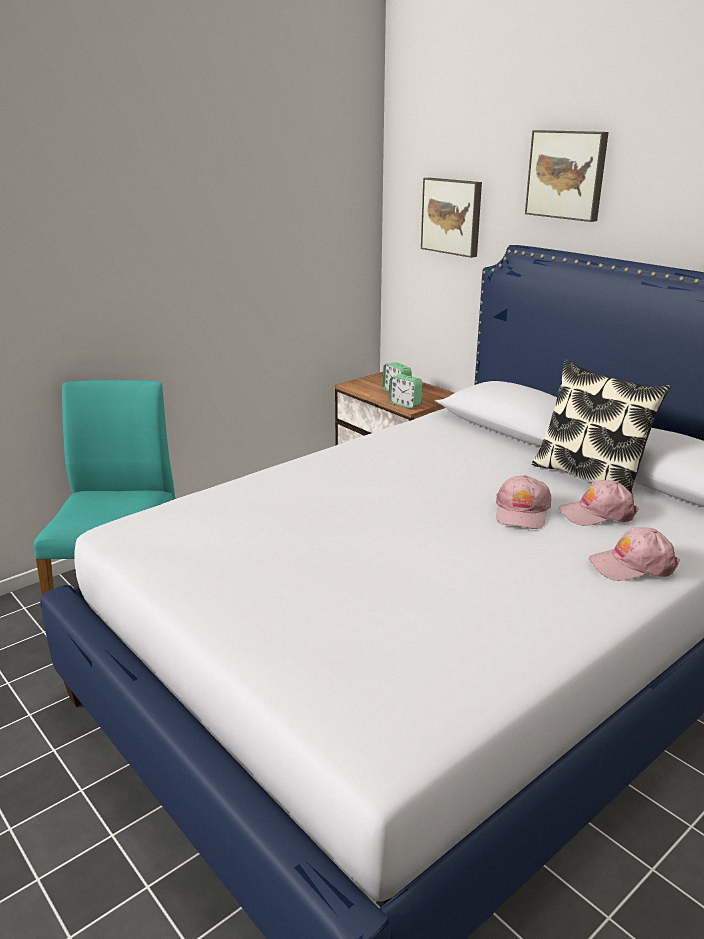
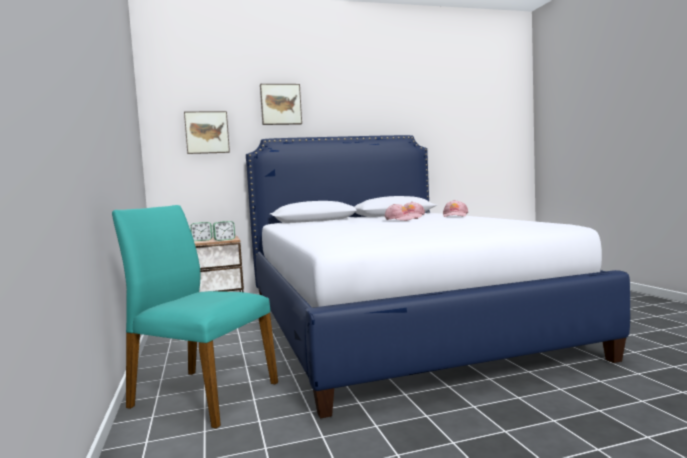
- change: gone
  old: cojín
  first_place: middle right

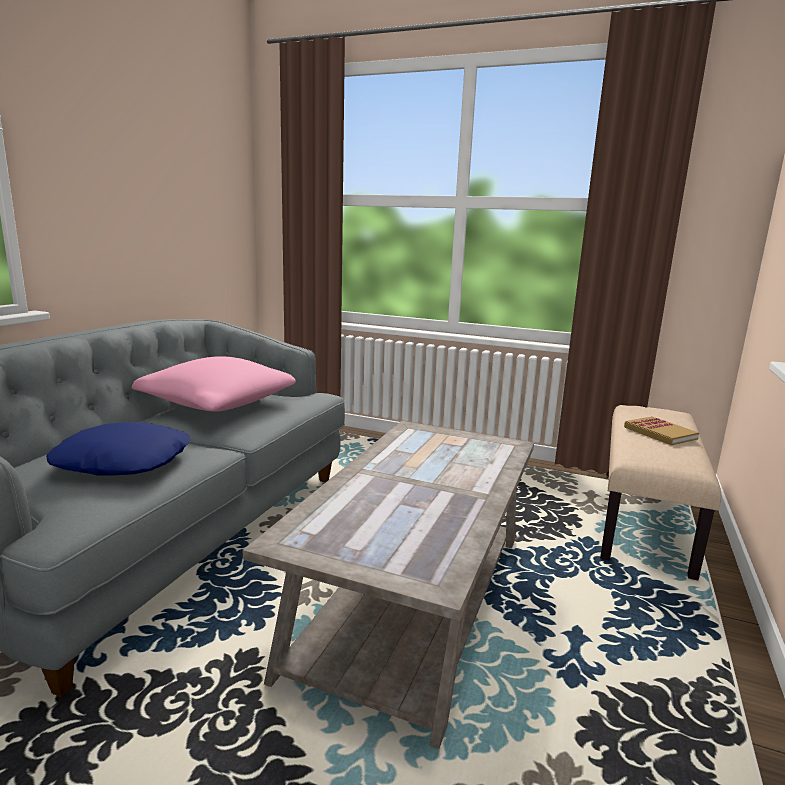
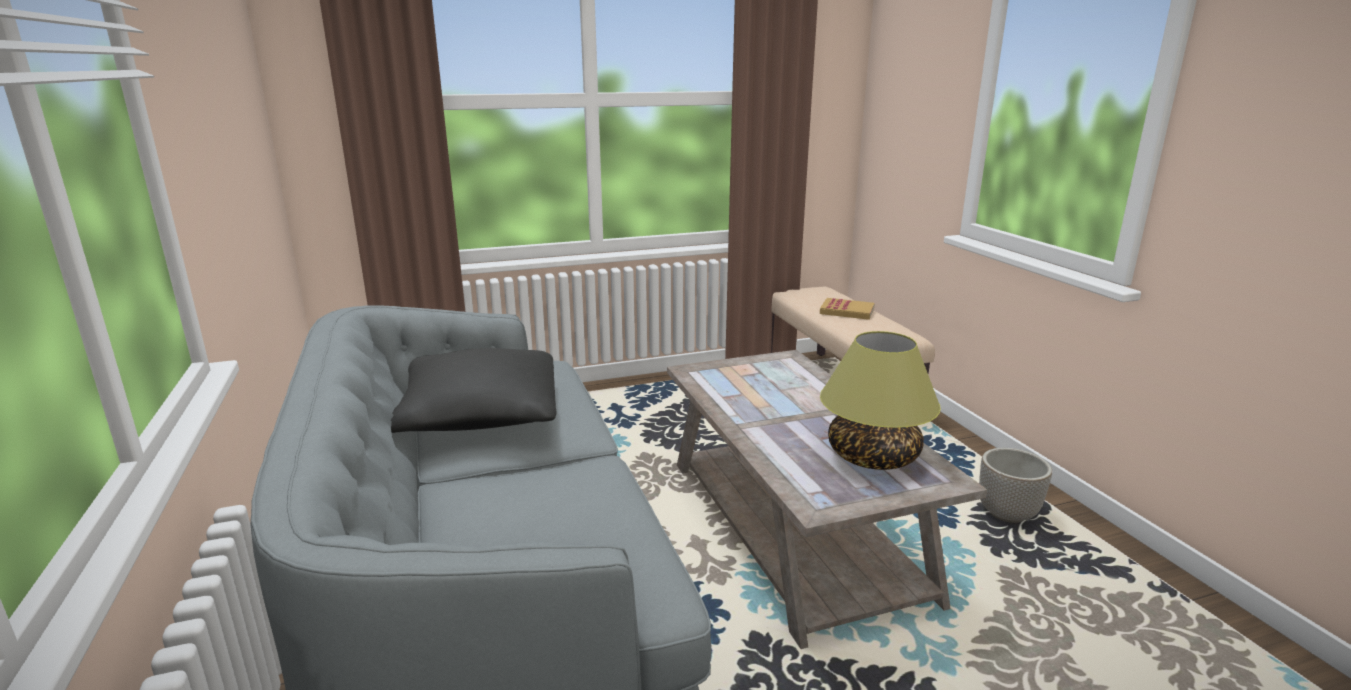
- change: gone
  old: cojín/azul
  first_place: middle left
- change: repainted
  old: cojín/rosa
  new: cojín/negro
  first_place: middle left
  second_place: centre
- change: new
  new: lámpara de mesa
  second_place: centre
- change: new
  new: maceta
  second_place: bottom right

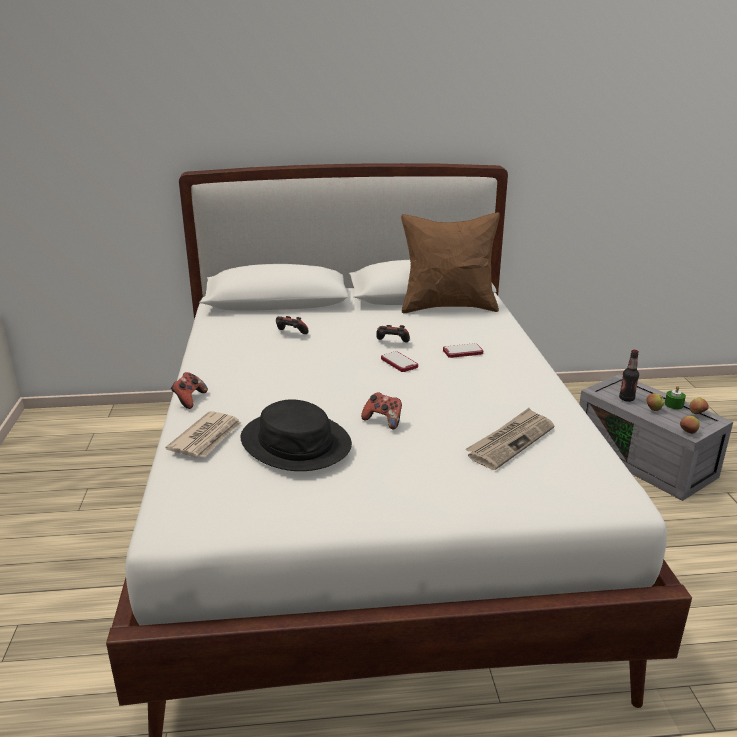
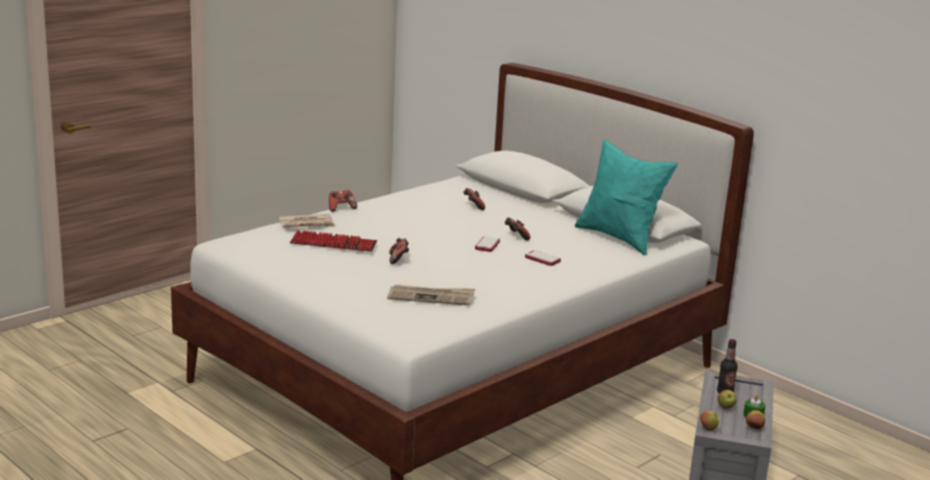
- change: swapped
  old: sombrero/negro
  new: teclado
  first_place: centre
  second_place: centre
- change: repainted
  old: cojín/marrón
  new: cojín/turquesa
  first_place: centre
  second_place: middle right

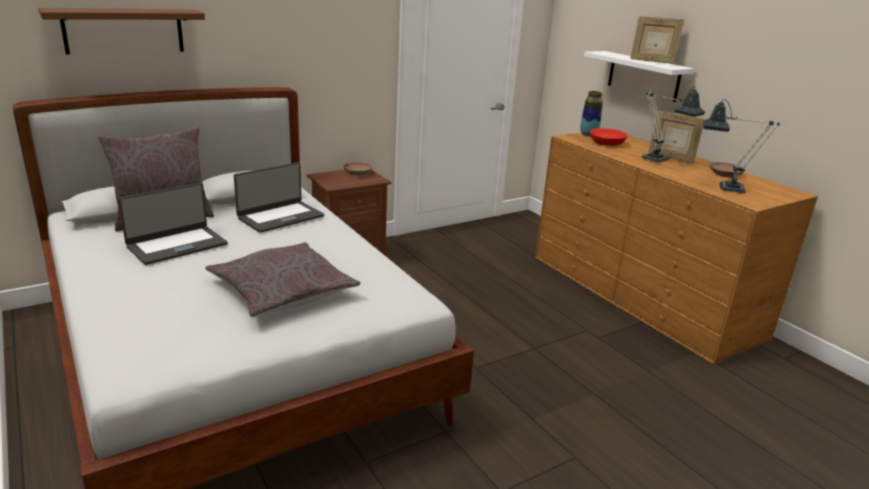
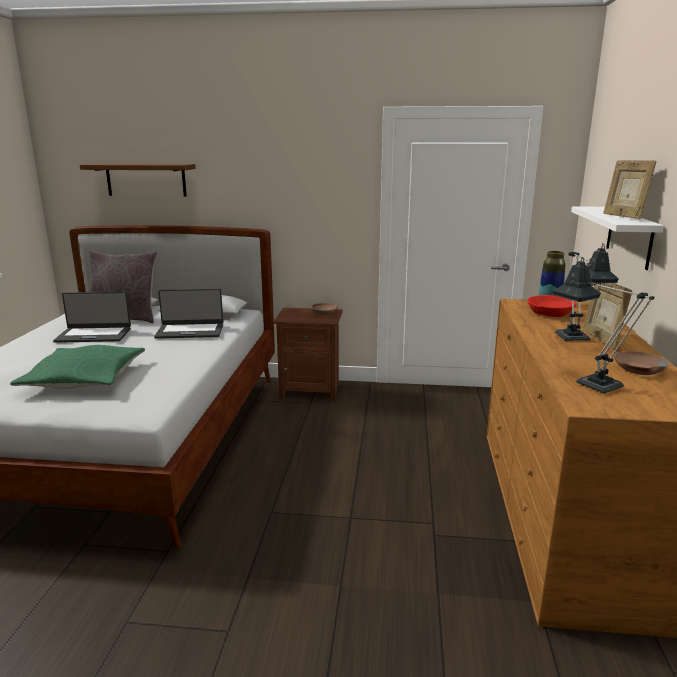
- change: repainted
  old: cojín/gris (no. 2 from left)
  new: cojín/verde
  first_place: middle left
  second_place: middle left

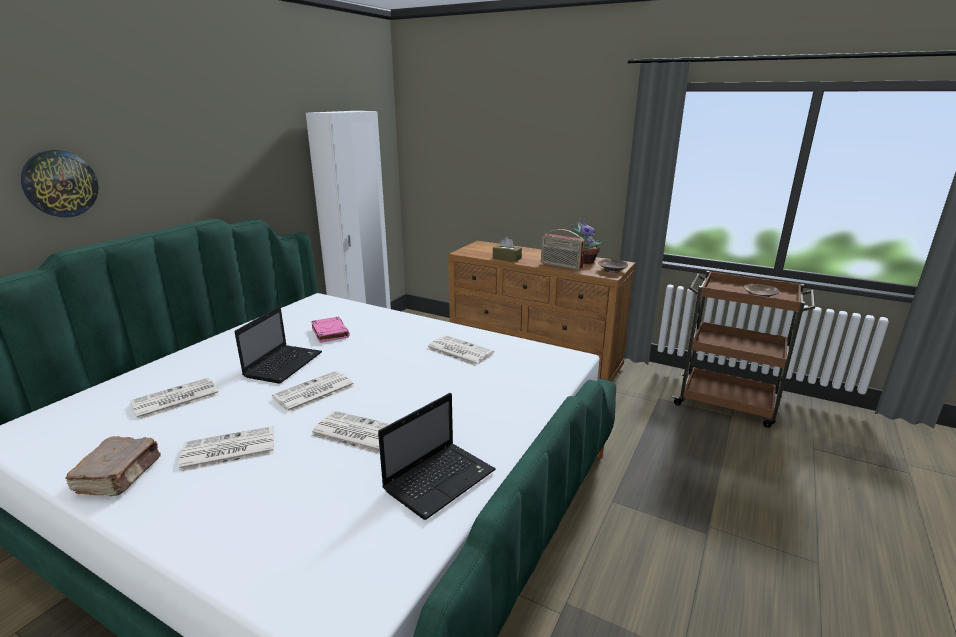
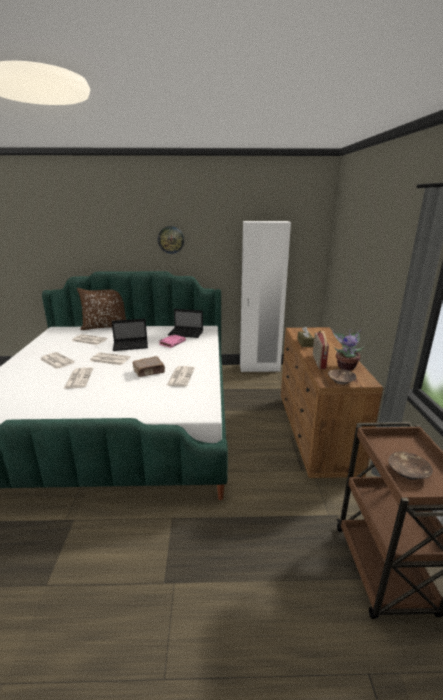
- change: shifted
  old: reloj de pared
  first_place: top left
  second_place: centre
- change: shifted
  old: libro/marrón
  first_place: bottom left
  second_place: centre
- change: shifted
  old: portátil (no. 2 from left)
  first_place: bottom centre
  second_place: centre
- change: new
  new: cojín/marrón
  second_place: middle left

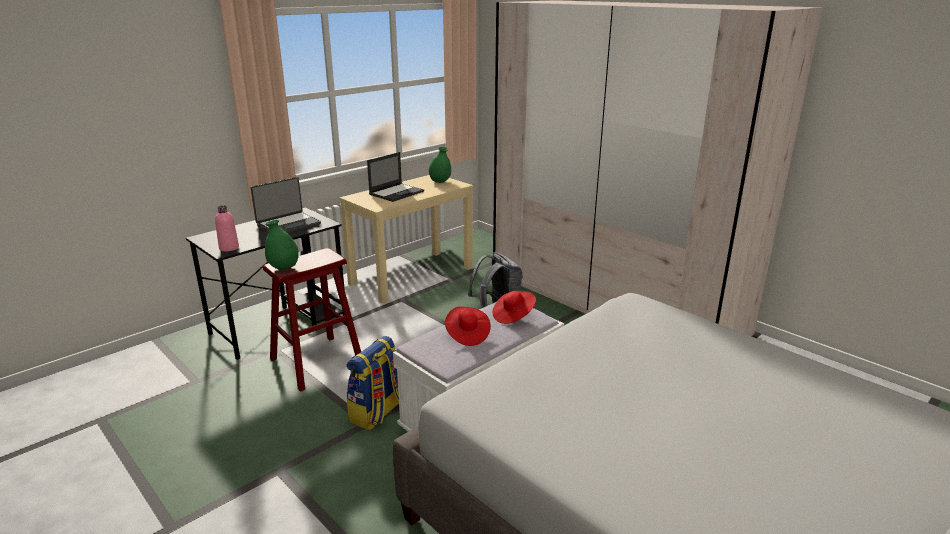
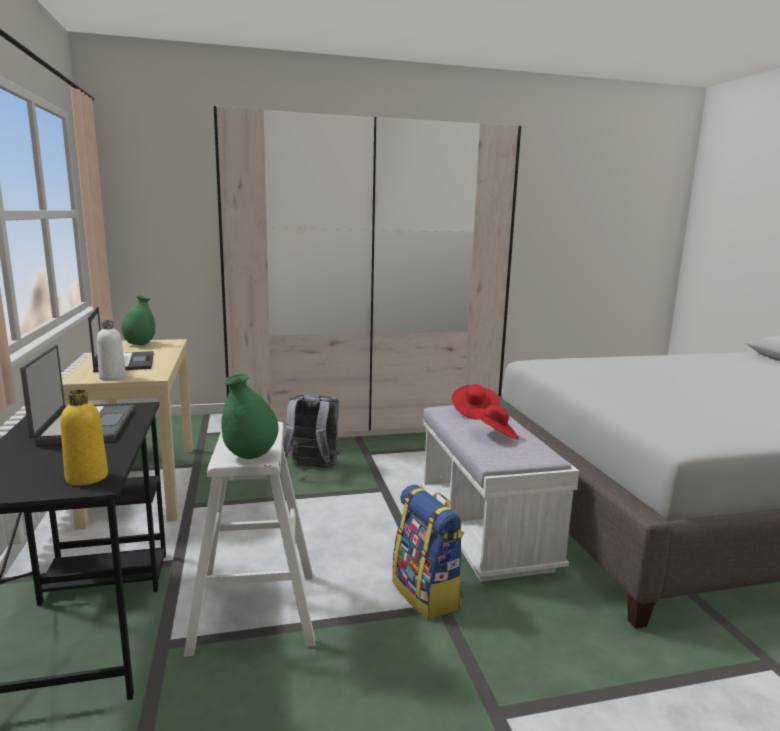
- change: repainted
  old: botella/rosa
  new: botella/amarillo
  first_place: middle left
  second_place: middle left
- change: repainted
  old: taburete/rojo
  new: taburete/blanco
  first_place: middle left
  second_place: bottom left
- change: new
  new: botella/blanco
  second_place: middle left

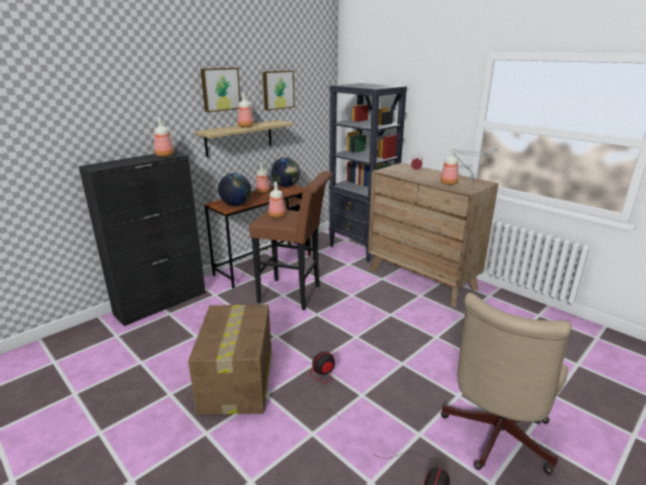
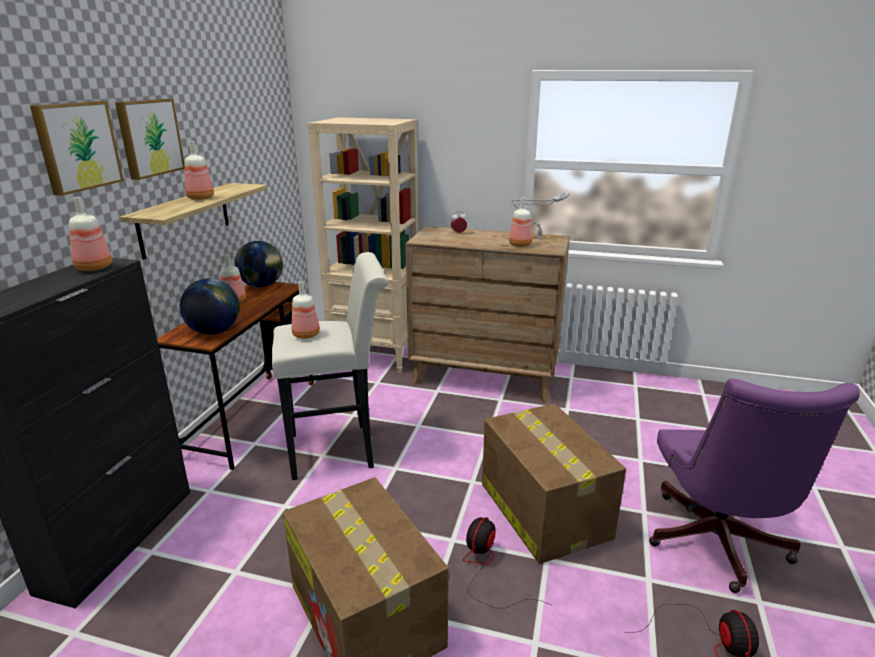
- change: repainted
  old: taburete/marrón
  new: taburete/blanco
  first_place: centre
  second_place: centre
- change: shifted
  old: cuadro (no. 2 from left in the first image)
  new: cuadro (no. 1 from left)
  first_place: top centre
  second_place: top left
- change: repainted
  old: estantería/negro
  new: estantería/beis
  first_place: centre
  second_place: centre
- change: repainted
  old: silla de oficina/beis
  new: silla de oficina/morado
  first_place: bottom right
  second_place: bottom right
- change: new
  new: caja de cartón (no. 2 from left)
  second_place: bottom centre

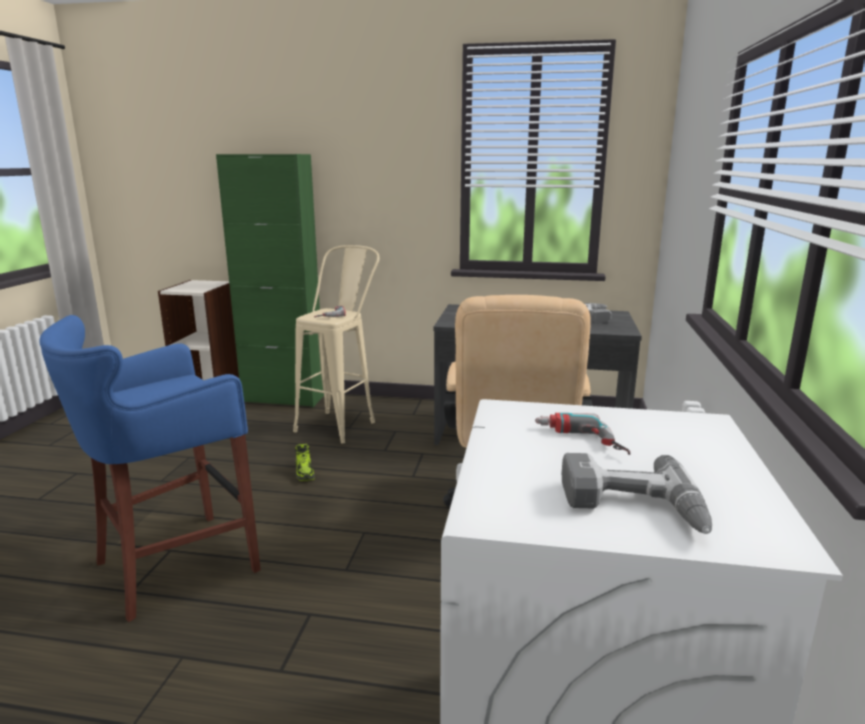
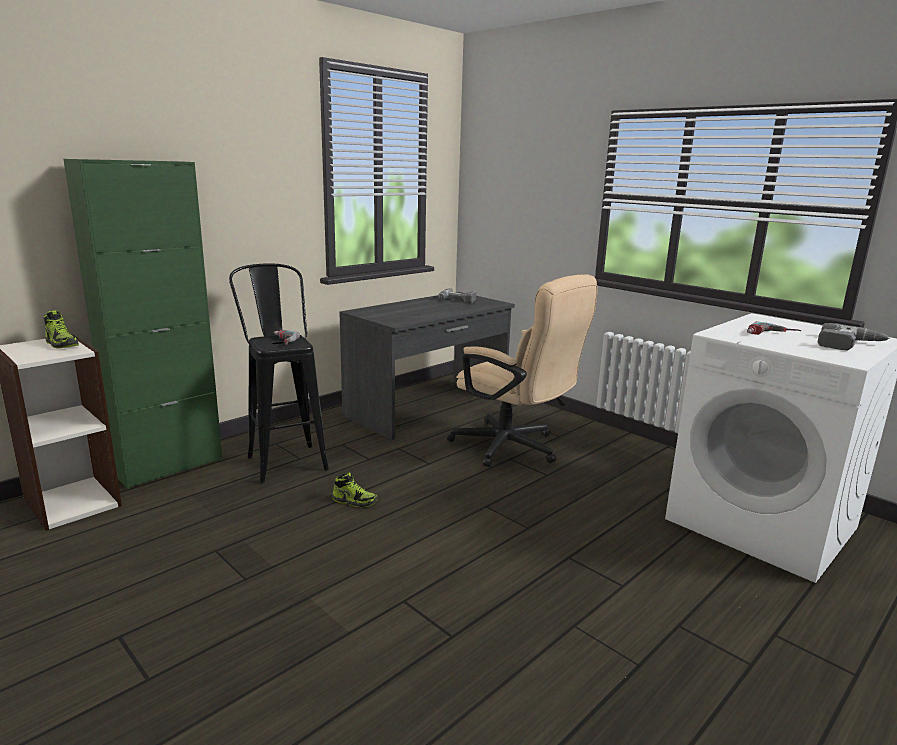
- change: gone
  old: taburete/azul
  first_place: middle left
- change: repainted
  old: taburete/beis
  new: taburete/negro
  first_place: centre
  second_place: middle left
- change: new
  new: zapato (no. 1 from left)
  second_place: middle left

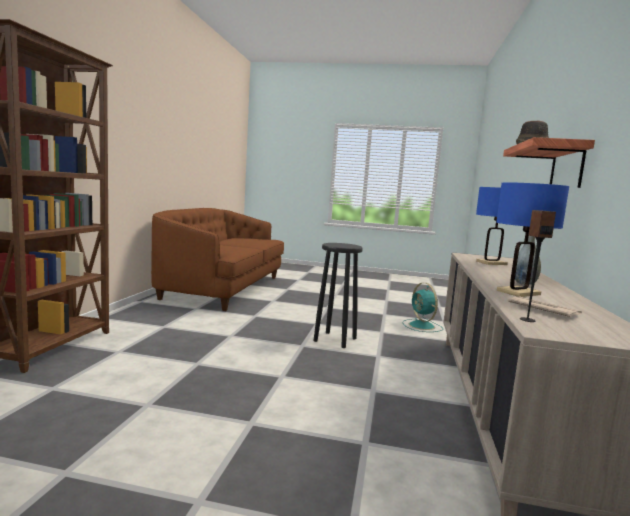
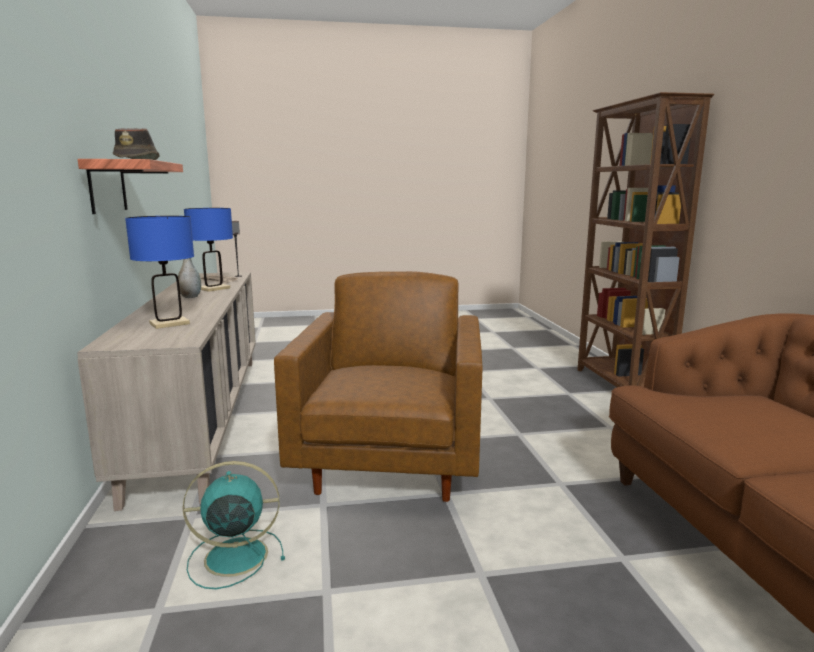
- change: swapped
  old: taburete/negro
  new: sillón/marrón
  first_place: centre
  second_place: centre
- change: rotated
  old: ventilador/turquesa
  first_place: middle right
  second_place: bottom left
  degrees: -60

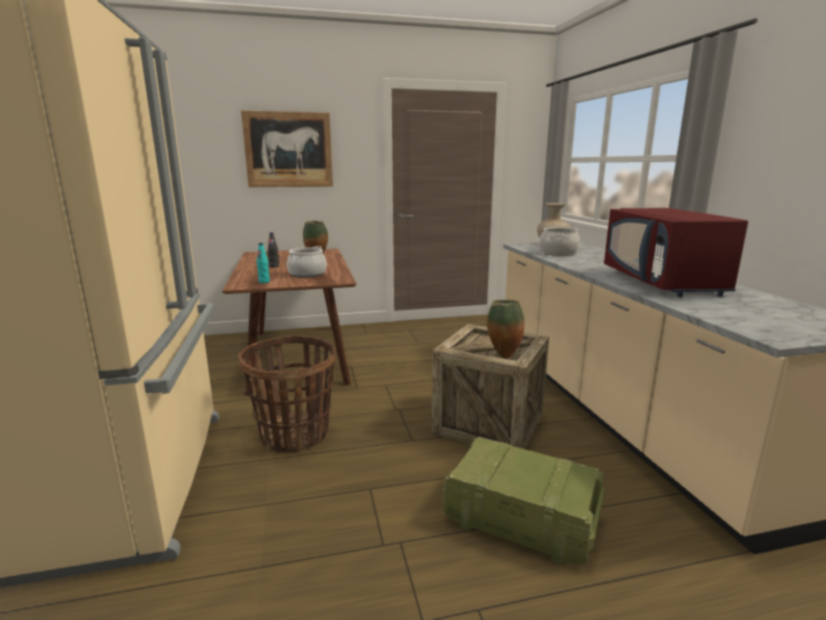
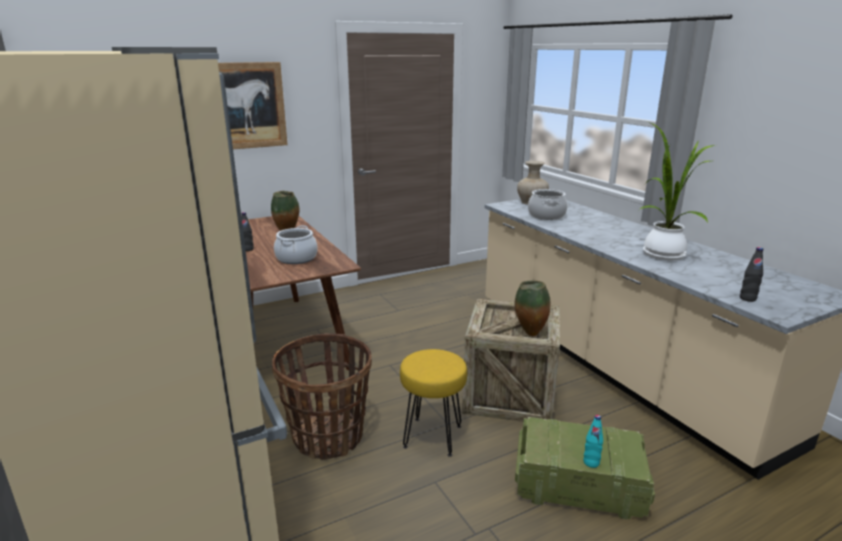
- change: shifted
  old: botella/turquesa
  first_place: middle left
  second_place: bottom right
- change: swapped
  old: microondas/rojo
  new: planta en maceta
  first_place: middle right
  second_place: middle right
- change: new
  new: taburete/amarillo
  second_place: bottom centre
- change: new
  new: botella/negro (no. 2 from left)
  second_place: middle right

